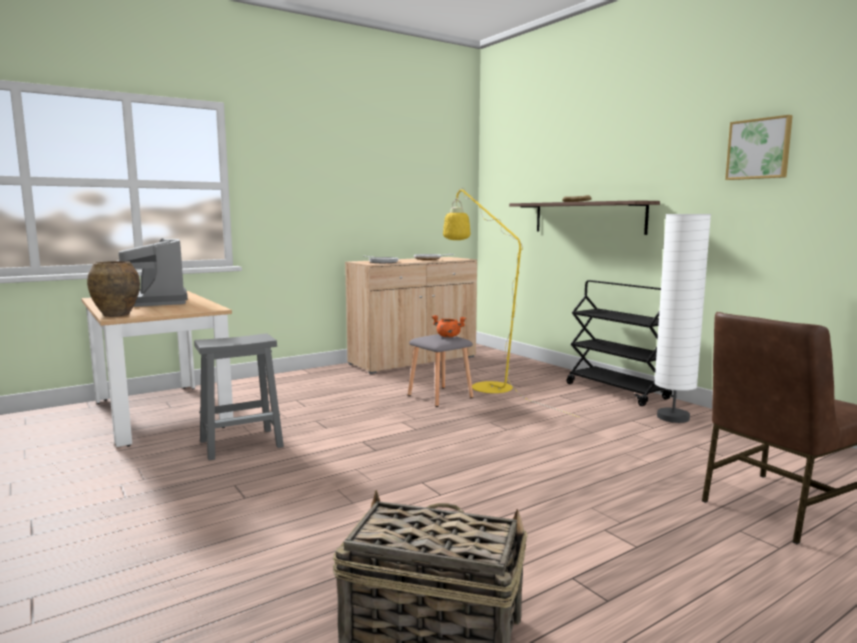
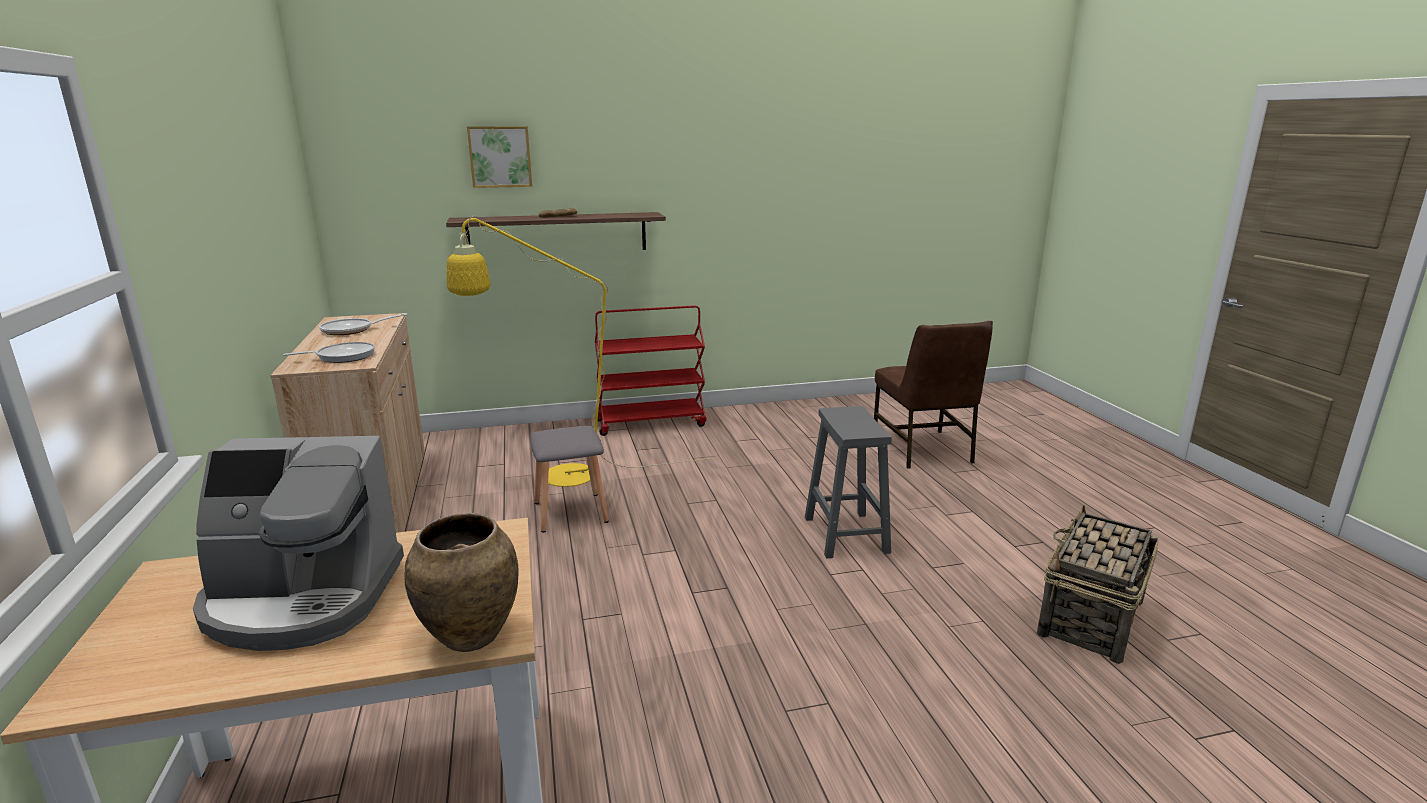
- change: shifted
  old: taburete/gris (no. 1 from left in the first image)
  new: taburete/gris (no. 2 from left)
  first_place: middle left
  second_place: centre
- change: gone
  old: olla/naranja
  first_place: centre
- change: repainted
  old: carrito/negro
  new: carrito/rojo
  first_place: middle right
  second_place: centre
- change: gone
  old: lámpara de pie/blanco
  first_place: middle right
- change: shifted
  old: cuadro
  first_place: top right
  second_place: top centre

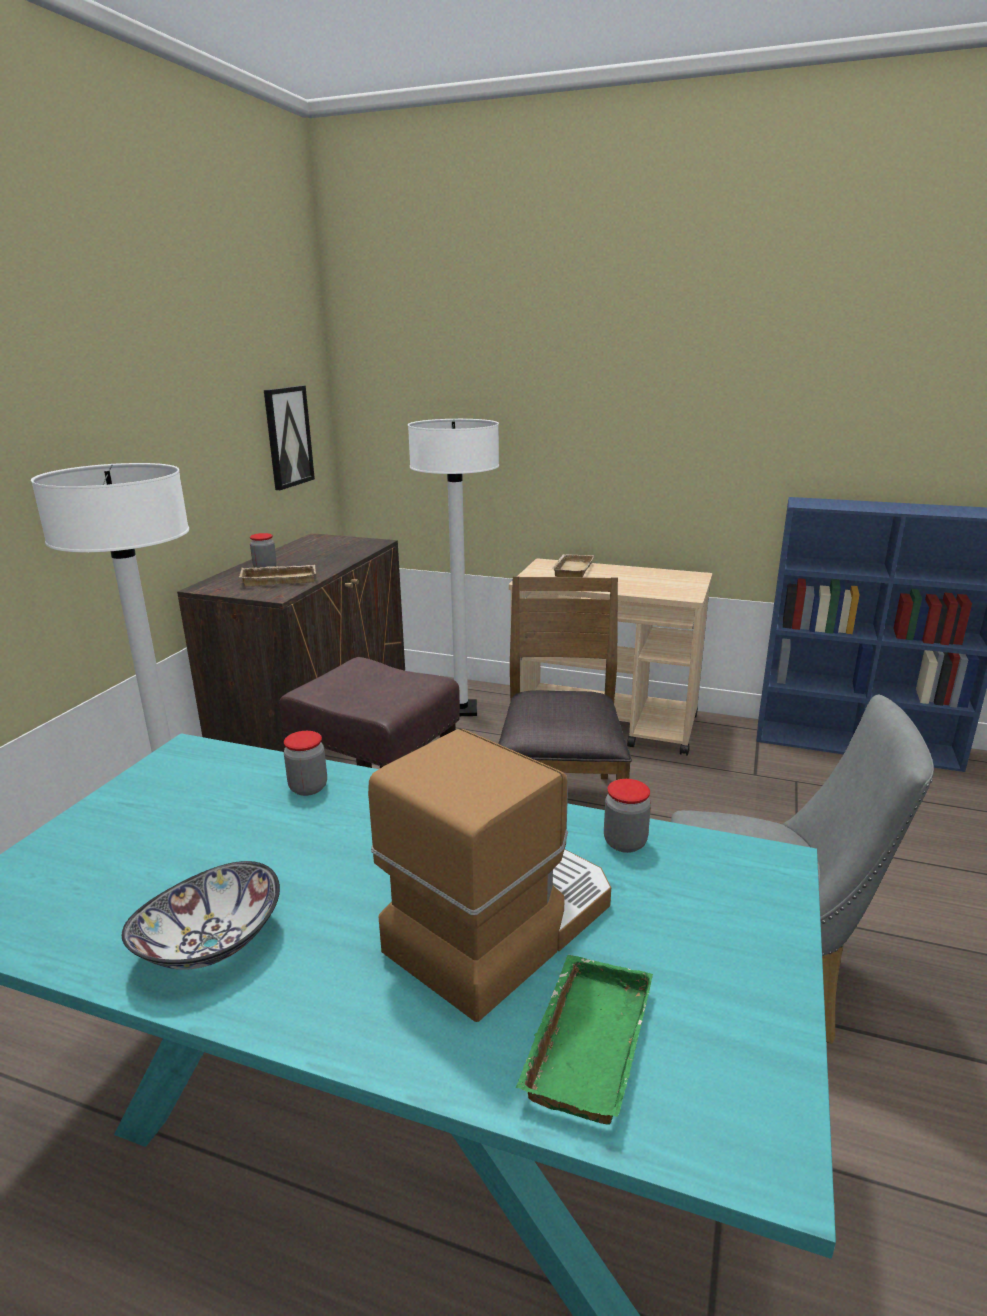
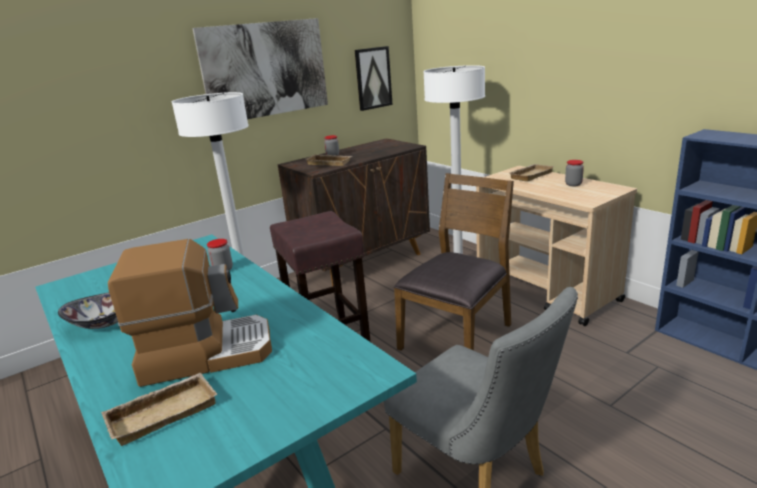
- change: repainted
  old: bandeja/verde
  new: bandeja/beis (no. 1 from left)
  first_place: bottom centre
  second_place: bottom left
- change: shifted
  old: tarro (no. 3 from left)
  first_place: centre
  second_place: middle right
- change: new
  new: cuadro (no. 1 from left)
  second_place: top centre

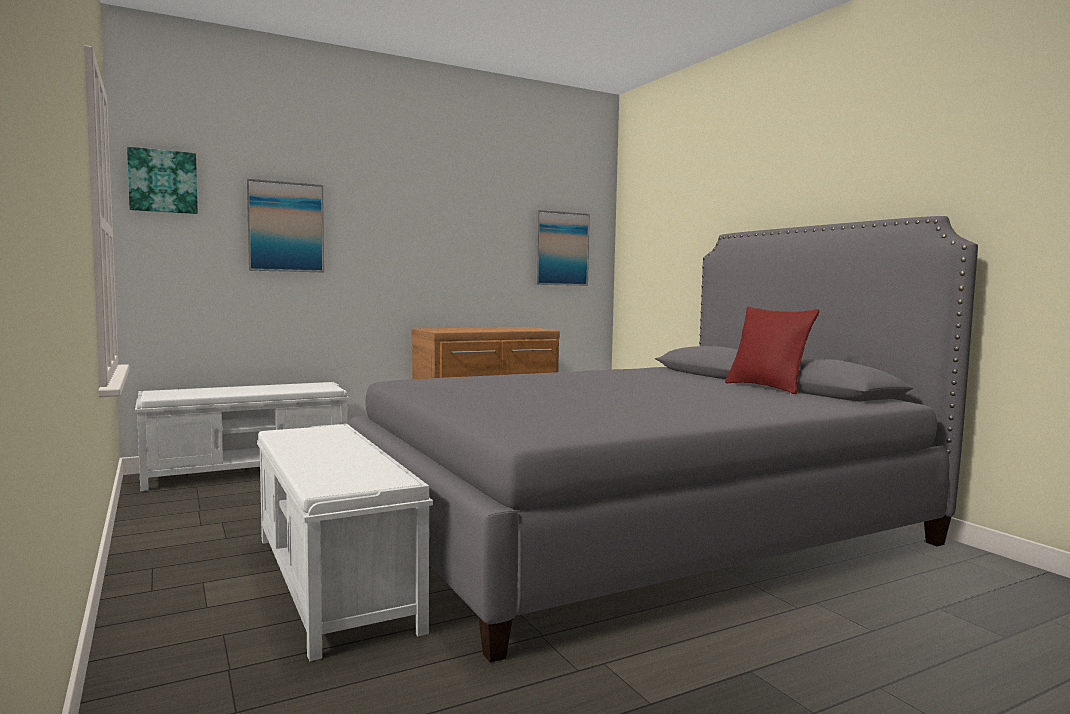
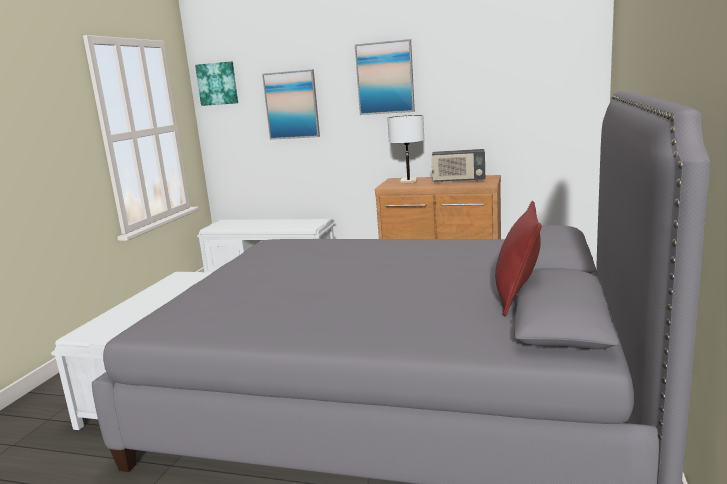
- change: shifted
  old: cuadro (no. 3 from left)
  first_place: centre
  second_place: top centre
- change: new
  new: lámpara de mesa/blanco
  second_place: top centre
- change: new
  new: radio
  second_place: centre

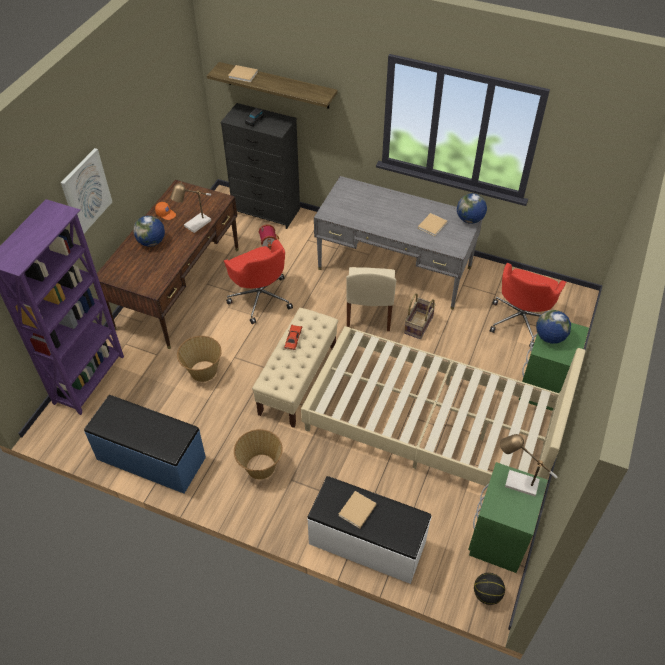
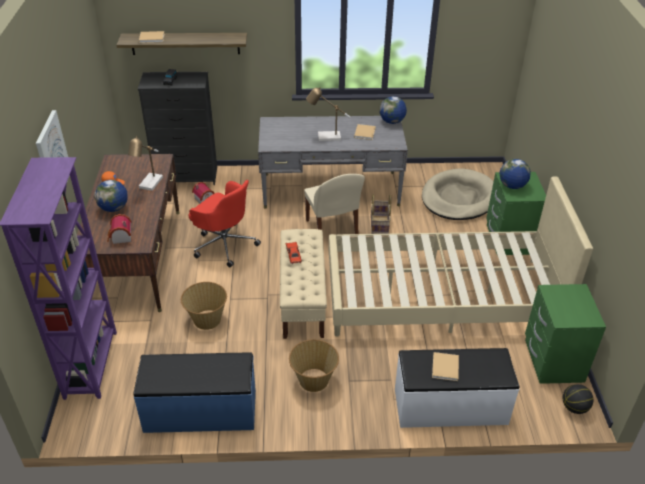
- change: swapped
  old: silla de oficina/rojo (no. 2 from left)
  new: cama para perro/beis
  first_place: middle right
  second_place: middle right
- change: shifted
  old: lámpara de mesa (no. 2 from left)
  first_place: bottom right
  second_place: top centre
- change: new
  new: casita (no. 1 from left)
  second_place: middle left

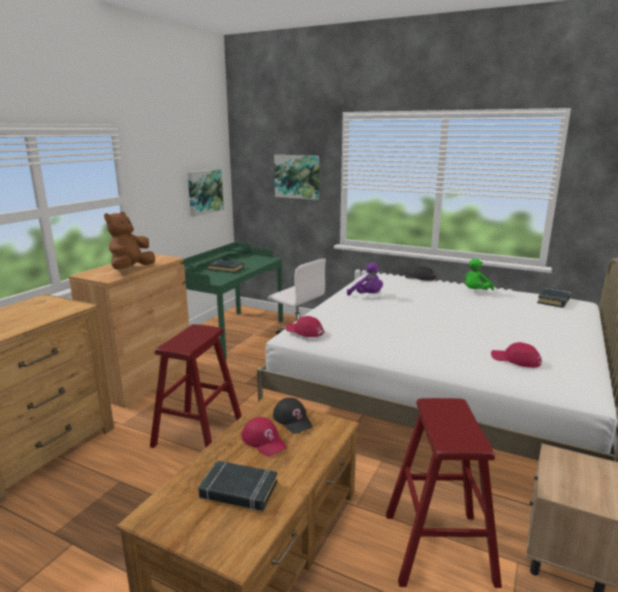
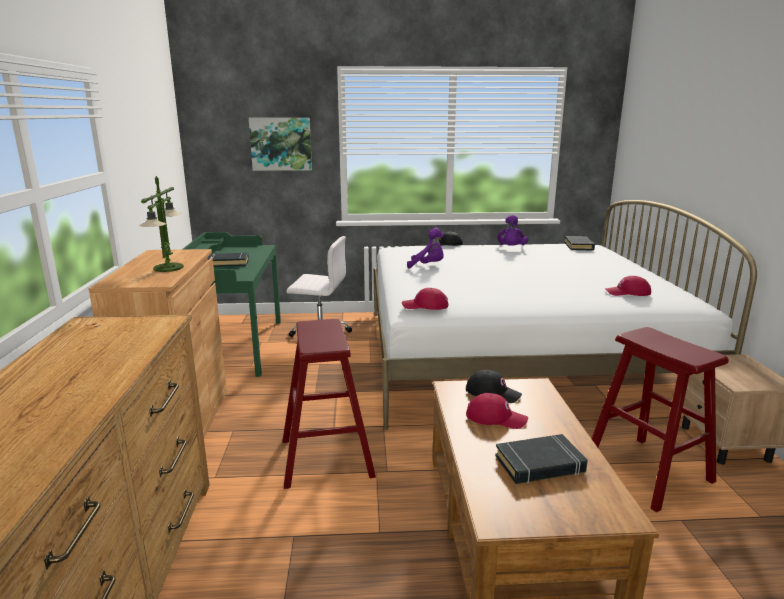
- change: swapped
  old: peluche/marrón
  new: lámpara de mesa
  first_place: middle left
  second_place: middle left
- change: gone
  old: cuadro (no. 1 from left)
  first_place: top left
- change: repainted
  old: peluche/verde
  new: peluche/morado (no. 2 from left)
  first_place: middle right
  second_place: centre

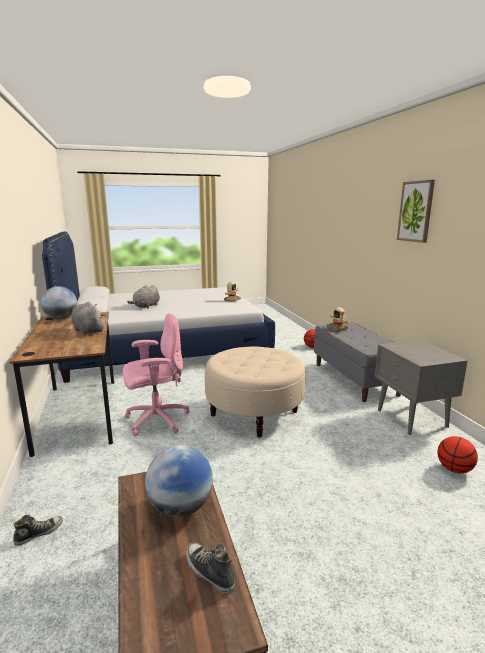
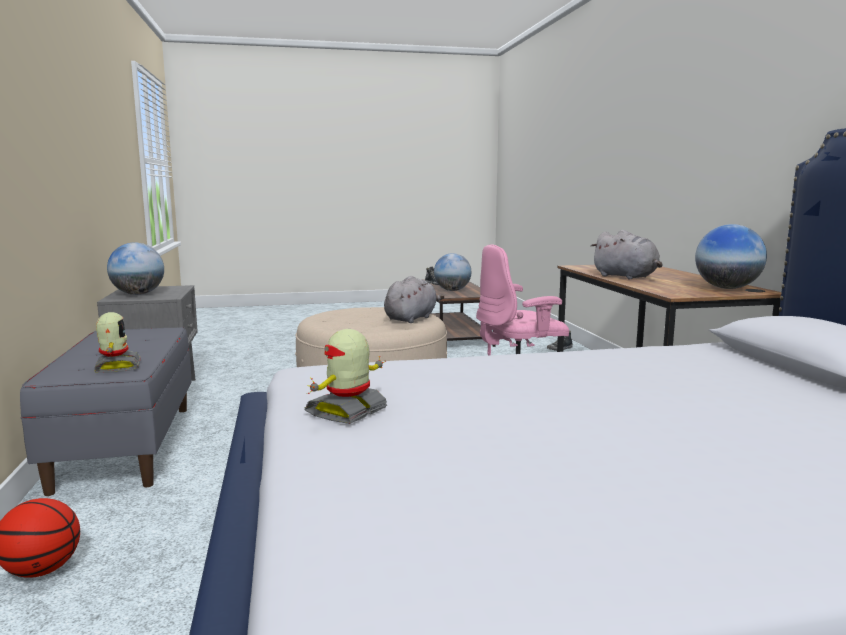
- change: shifted
  old: peluche/gris (no. 2 from left in the first image)
  new: peluche/gris (no. 1 from left)
  first_place: middle left
  second_place: centre
- change: gone
  old: cuadro
  first_place: top right
- change: gone
  old: balón de baloncesto (no. 2 from left)
  first_place: bottom right
- change: new
  new: globo terráqueo (no. 1 from left)
  second_place: middle left

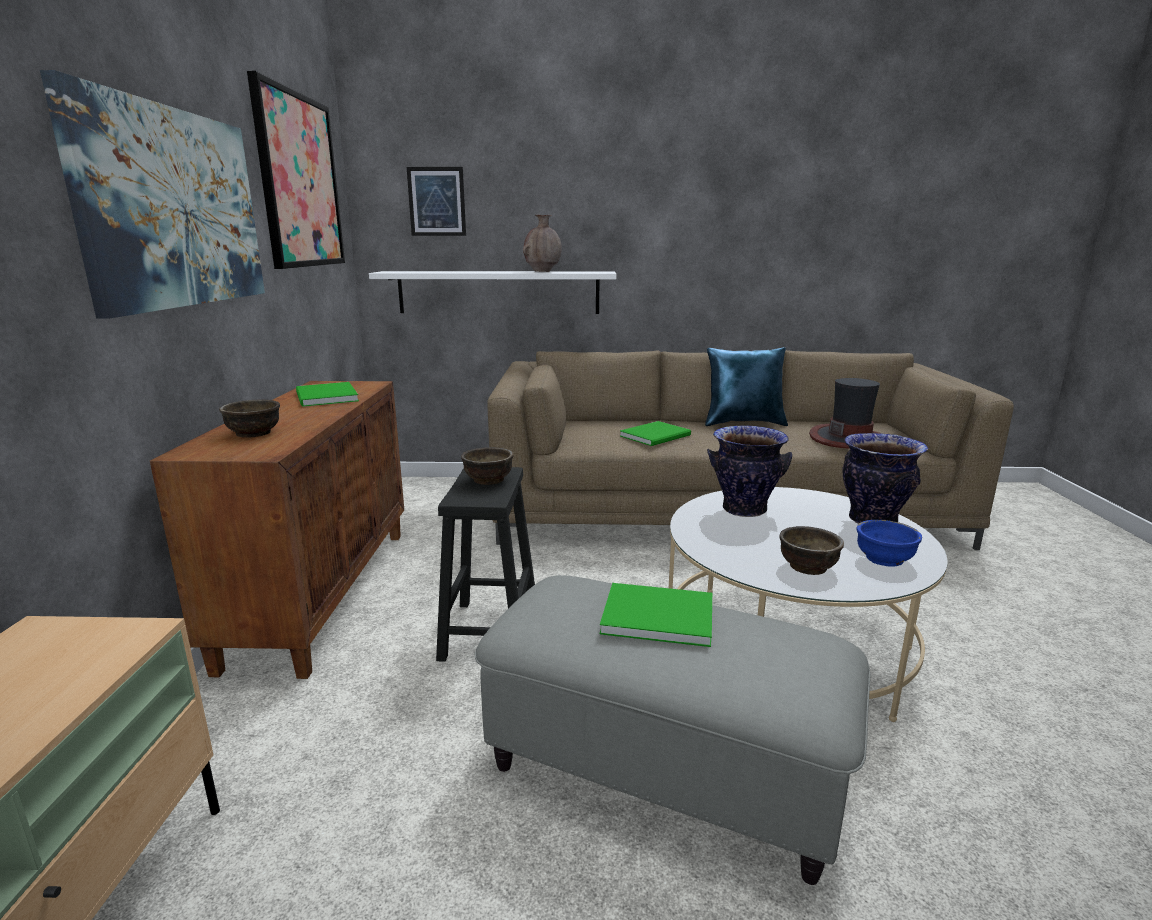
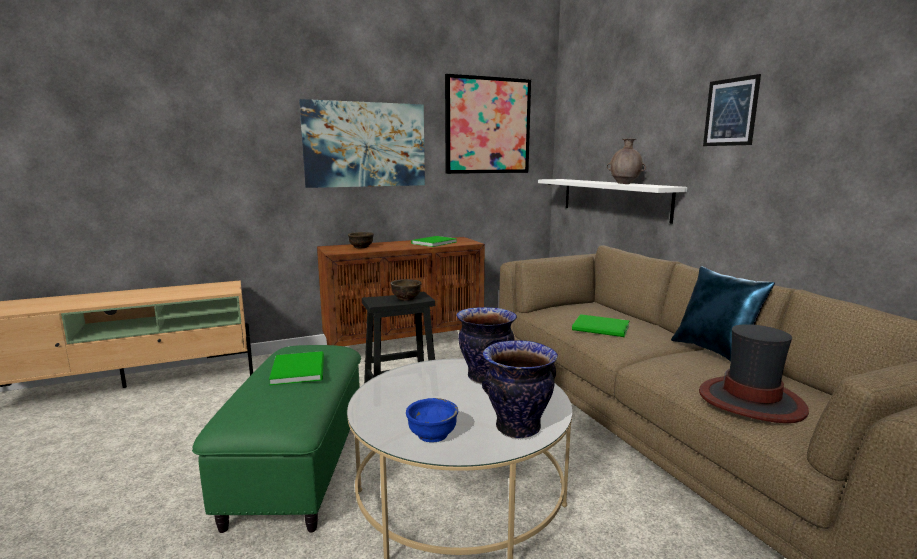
- change: shifted
  old: cuadro (no. 3 from left)
  first_place: top centre
  second_place: top right
- change: repainted
  old: puf/gris
  new: puf/verde
  first_place: bottom centre
  second_place: bottom left
- change: gone
  old: cuenco/marrón (no. 3 from left)
  first_place: middle right

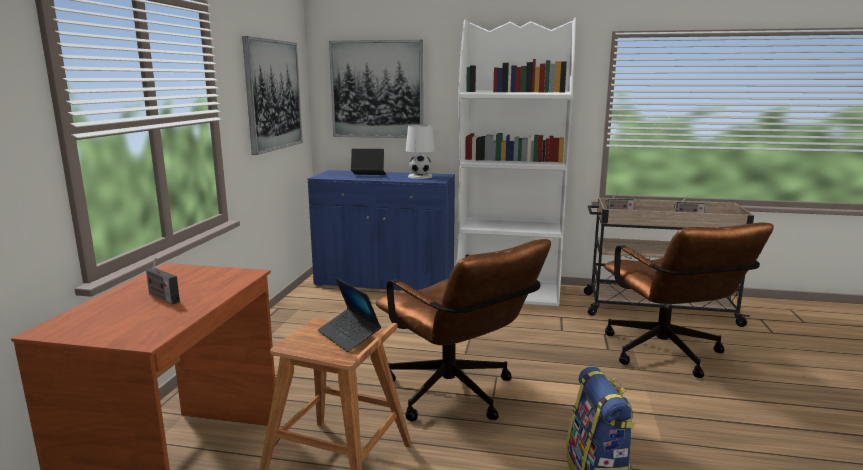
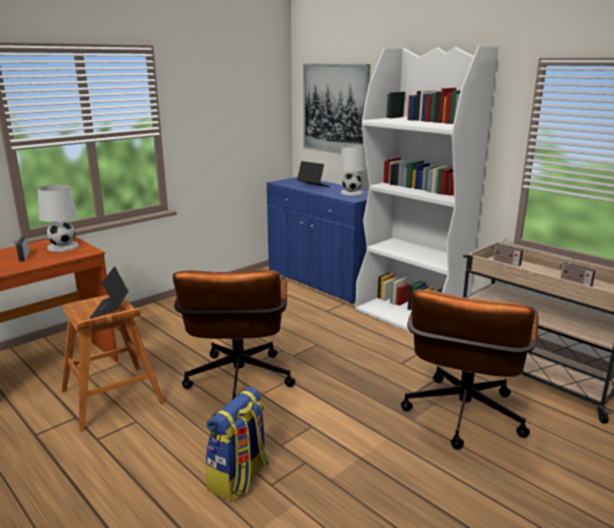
- change: gone
  old: cuadro (no. 1 from left)
  first_place: top left
- change: new
  new: lámpara de mesa/blanco (no. 1 from left)
  second_place: middle left

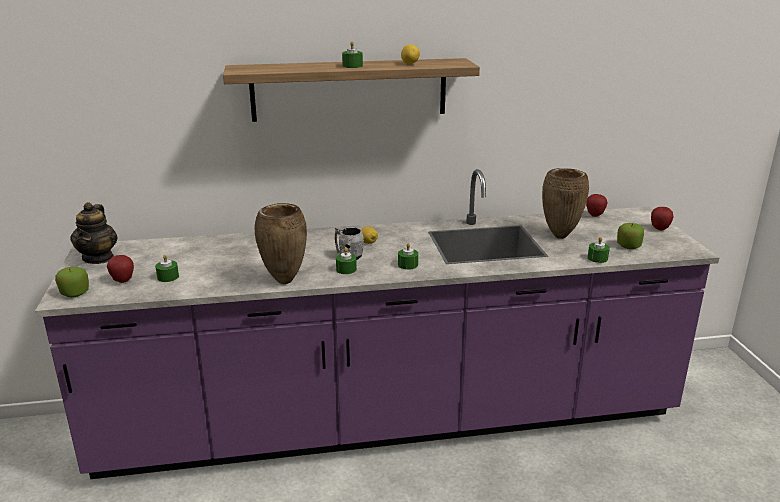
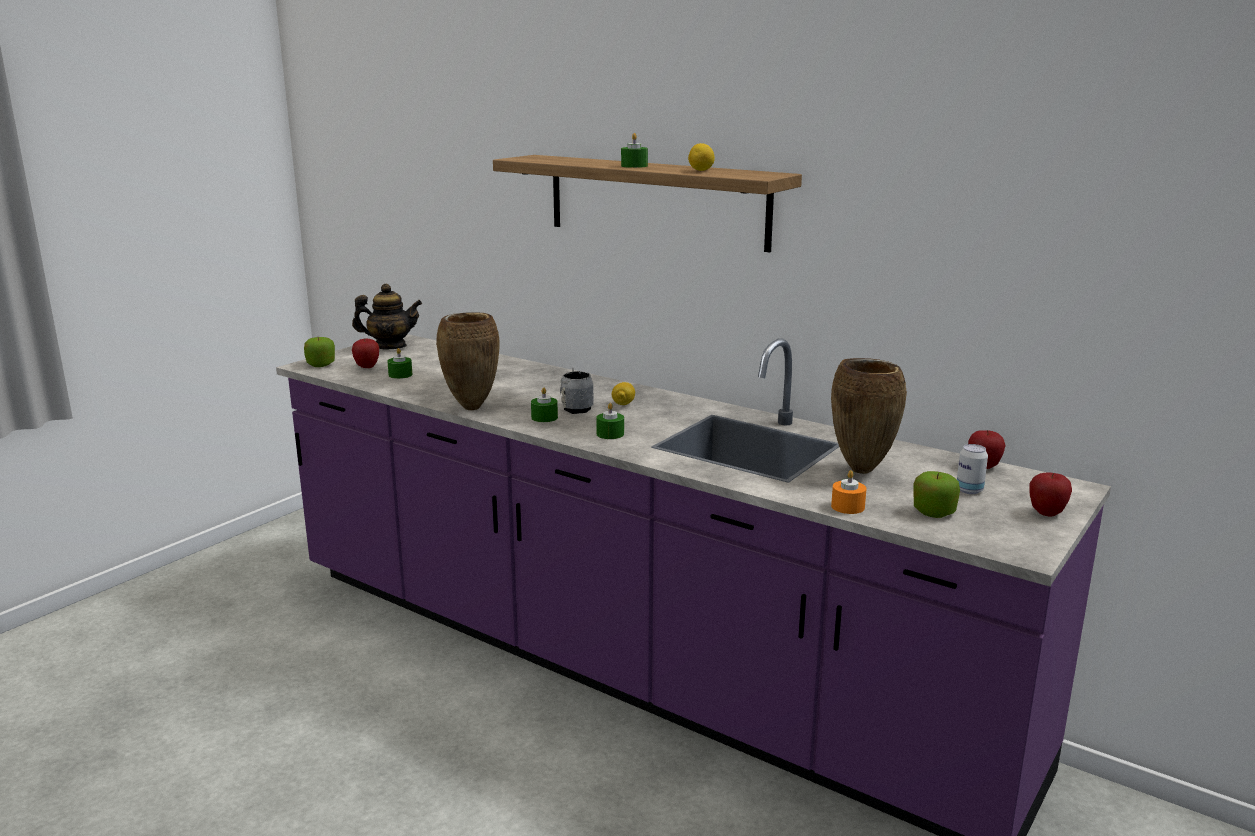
- change: rotated
  old: tetera
  first_place: middle left
  second_place: middle left
  degrees: -135
- change: repainted
  old: vela/verde (no. 5 from left)
  new: vela/naranja
  first_place: middle right
  second_place: middle right
- change: new
  new: lata
  second_place: middle right

